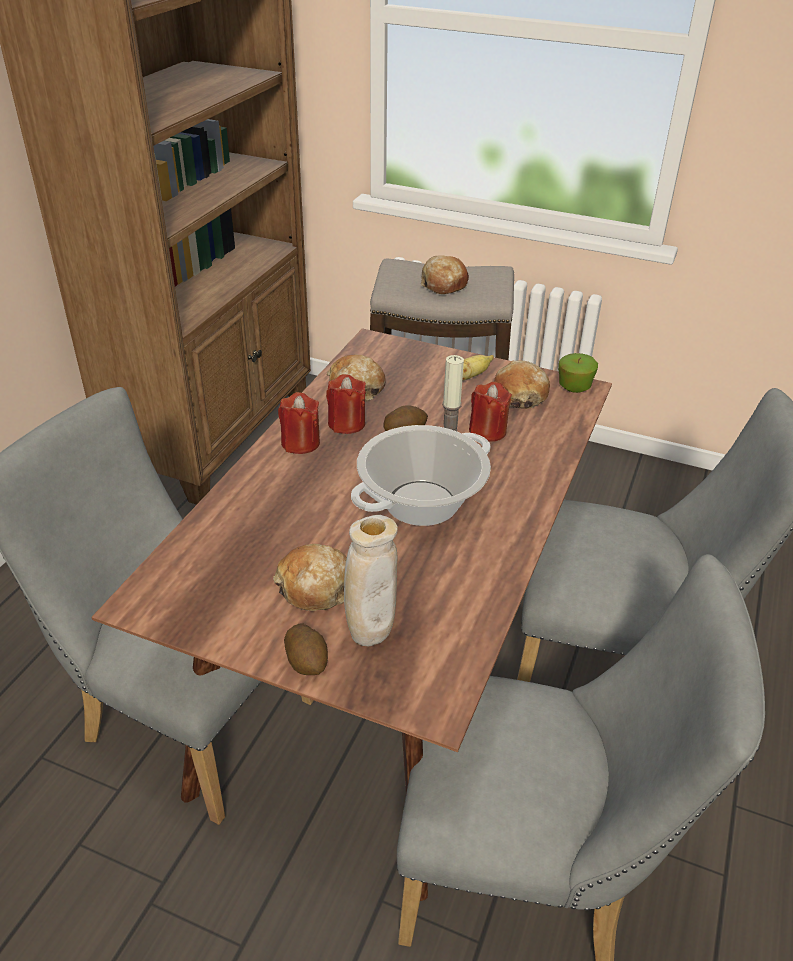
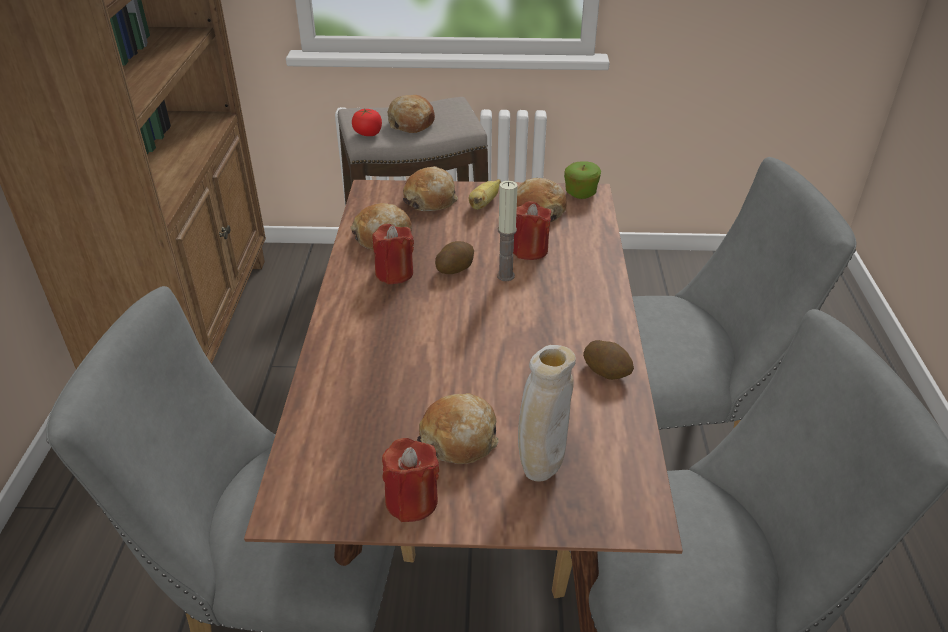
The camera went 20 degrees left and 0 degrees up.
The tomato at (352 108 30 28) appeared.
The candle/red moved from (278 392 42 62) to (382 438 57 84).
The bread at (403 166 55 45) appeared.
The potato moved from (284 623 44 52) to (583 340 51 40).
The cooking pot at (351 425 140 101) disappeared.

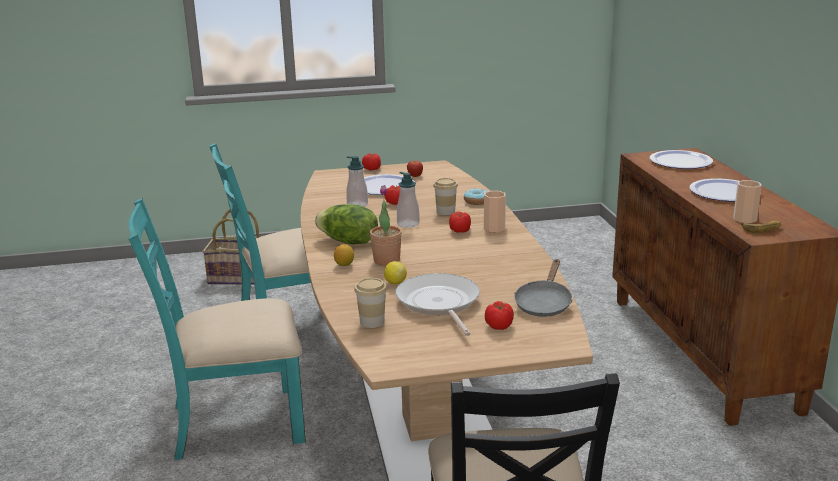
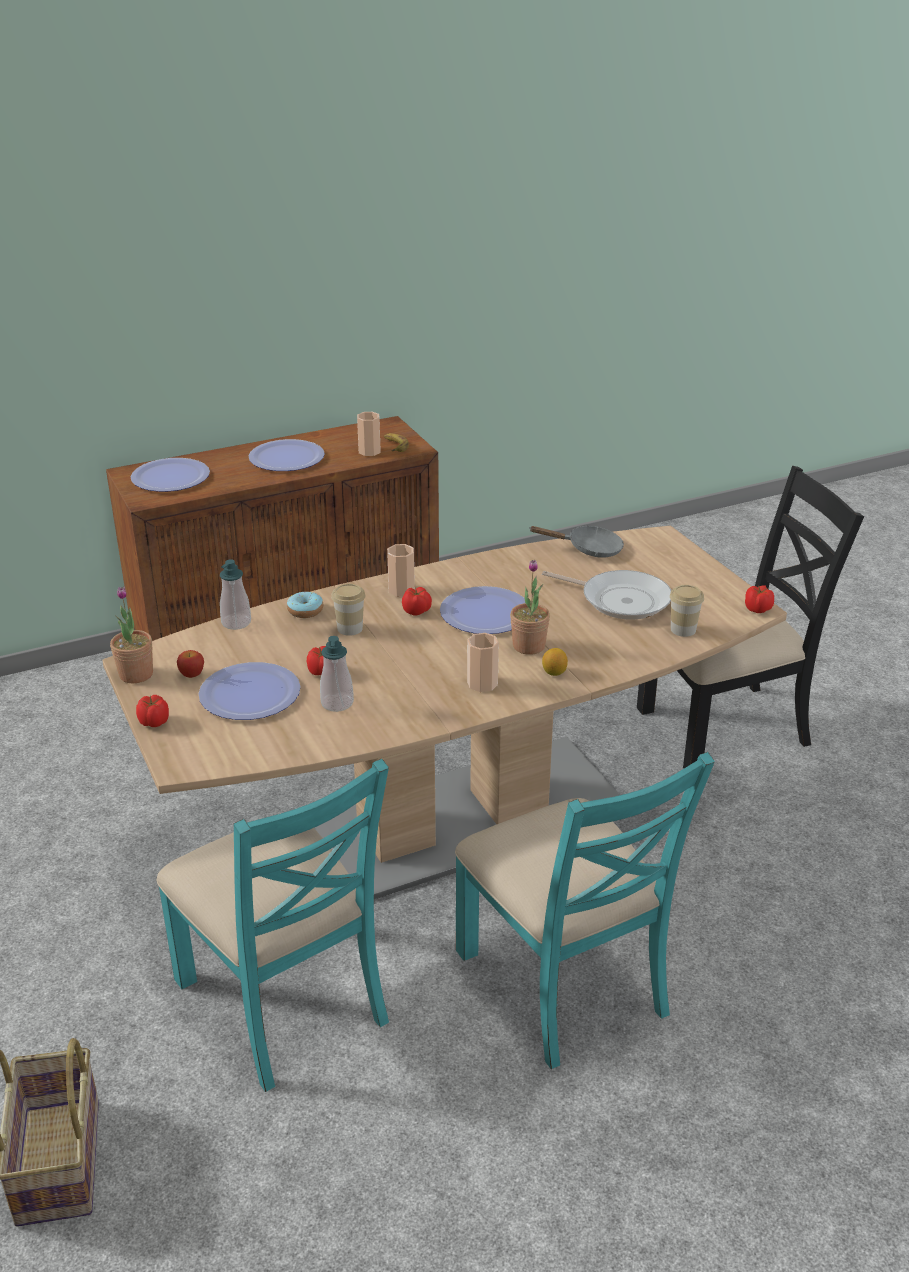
The camera went 105 degrees left and 10 degrees up.
The potted plant at (110 587 43 96) appeared.
The soap dispenser moved from (397 172 23 56) to (220 559 31 71).
The plate at (440 586 85 48) appeared.
The lettuce at (315 204 63 40) was replaced by the cup at (467 633 32 59).
The frying pan at (396 273 84 63) turned 120 degrees counterclockwise.
The tomato moved from (485 301 29 29) to (745 585 29 28).
The lemon at (384 261 23 23) disappeared.

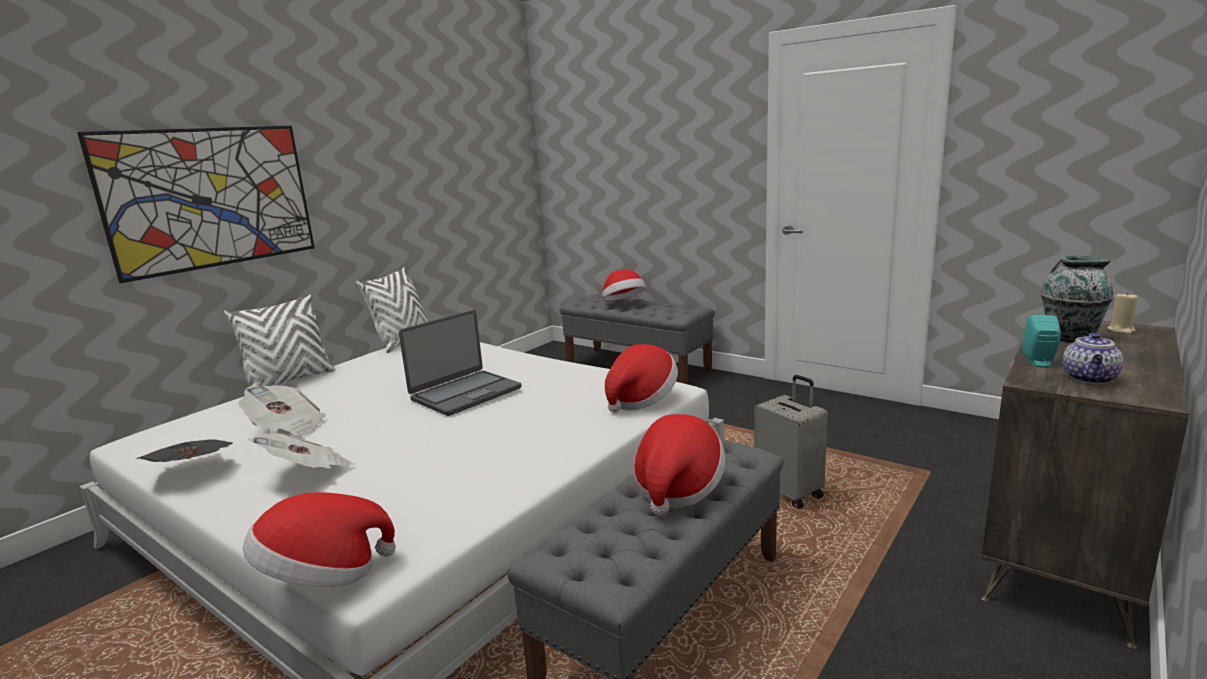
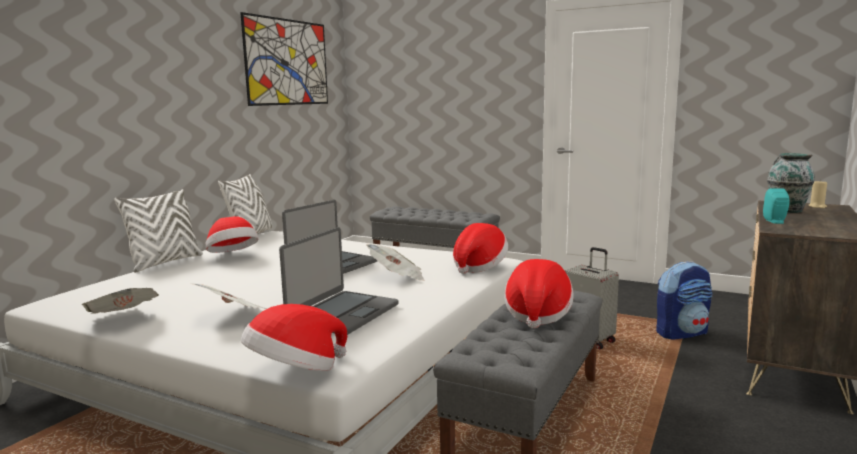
The camera went 10 degrees left and 5 degrees down.
The hat moved from (602 269 44 32) to (206 216 52 37).
The picture moved from (77 126 238 157) to (240 12 88 94).
The laptop at (279 227 120 108) appeared.
The newspaper moved from (238 385 87 52) to (366 244 59 37).
The backpack at (656 261 57 78) appeared.
The teapot at (1063 333 60 51) disappeared.

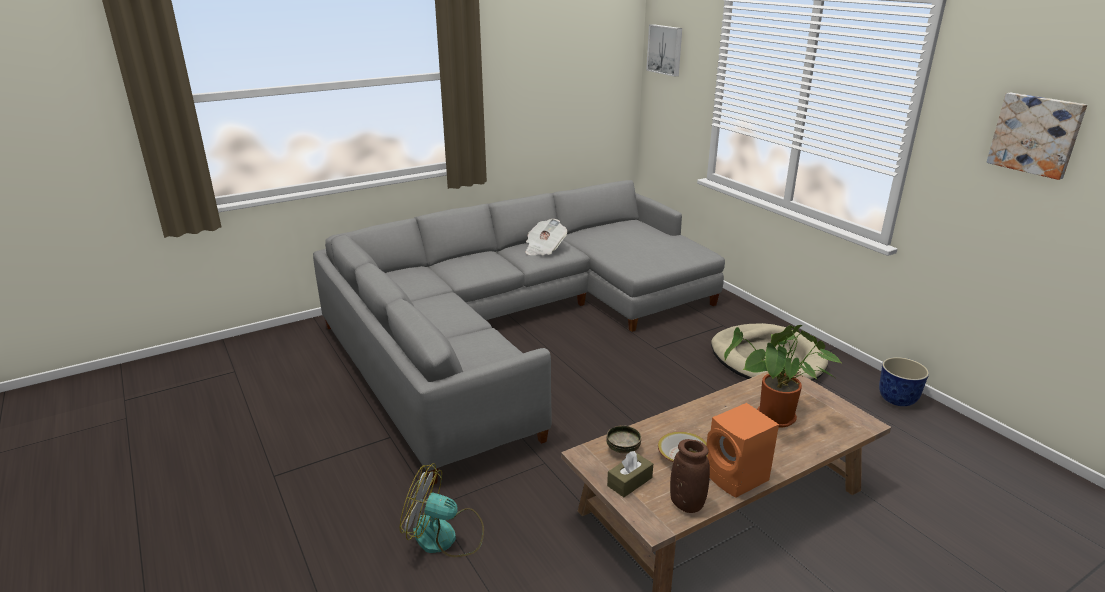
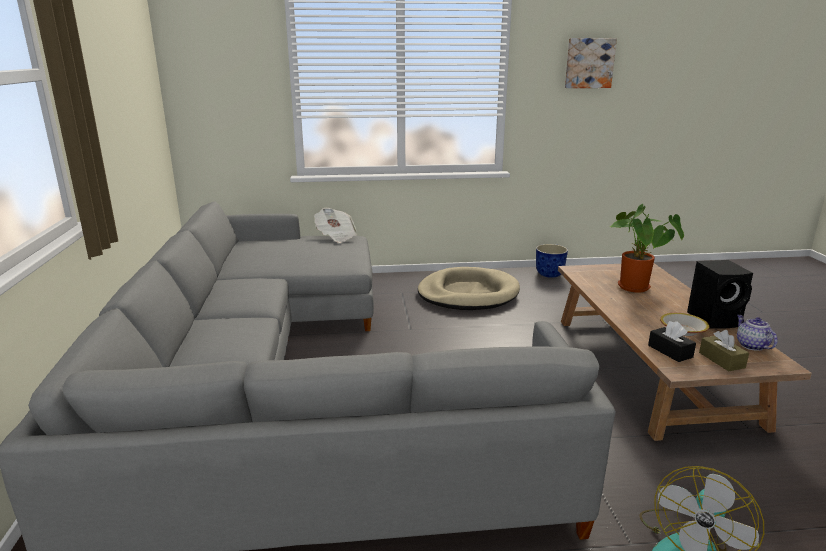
The camera went 65 degrees left and 5 degrees down.
The newspaper moved from (526 219 41 36) to (314 208 43 35).
The bowl at (606 425 35 29) was replaced by the tissue box/black at (648 321 48 41).
The speaker/orange at (706 403 73 95) became the speaker/black at (687 260 66 69).
The vase/brown at (670 439 40 74) was replaced by the teapot at (737 315 41 36).
The picture at (646 24 36 53) disappeared.

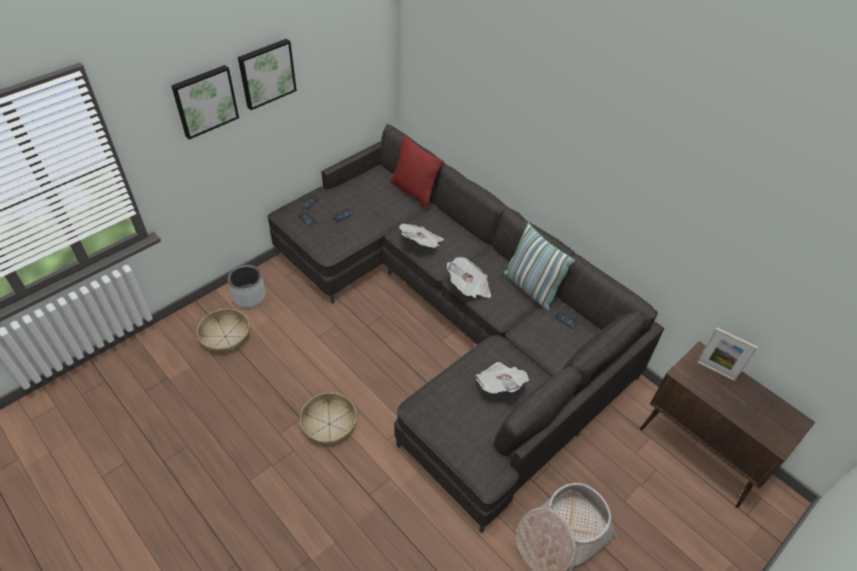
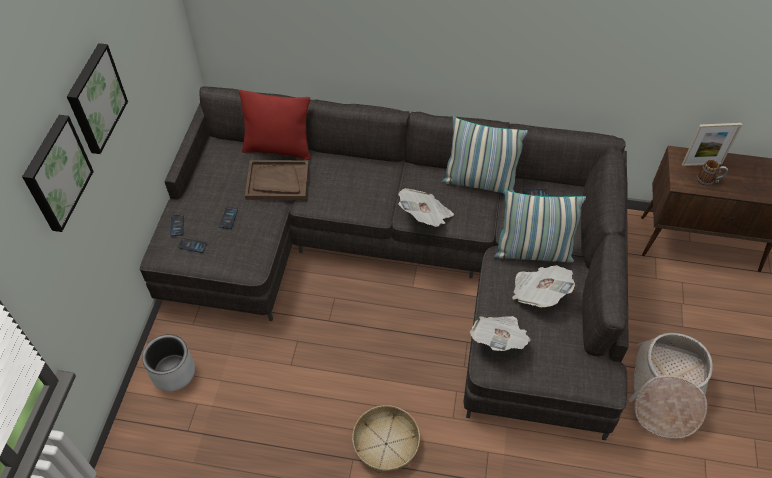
The camera went 35 degrees left and 5 degrees up.
The tray/brown at (245 160 64 40) appeared.
The newspaper moved from (399 224 45 24) to (470 316 61 35).
The pillow at (494 190 92 73) appeared.
The mug at (697 159 31 27) appeared.
The basket at (197 309 52 44) disappeared.

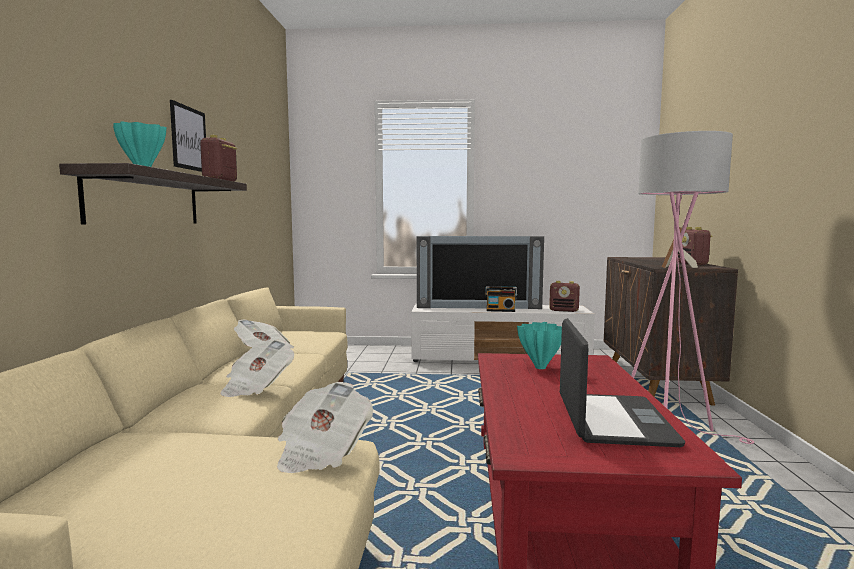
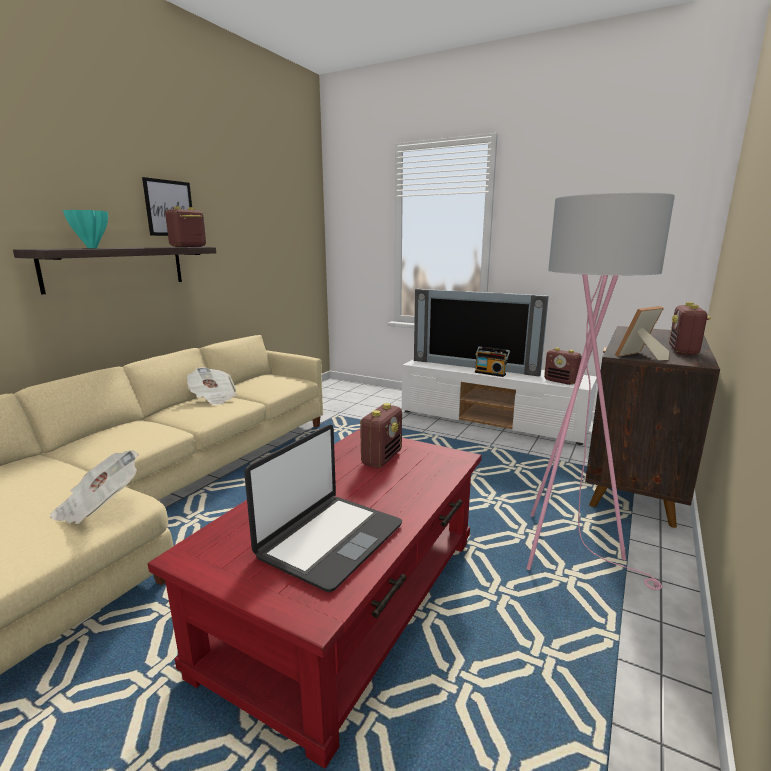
The camera went 25 degrees right and 10 degrees up.
The vase/turquoise at (517 322 45 47) was replaced by the radio at (360 403 42 65).
The newspaper at (220 340 74 57) disappeared.

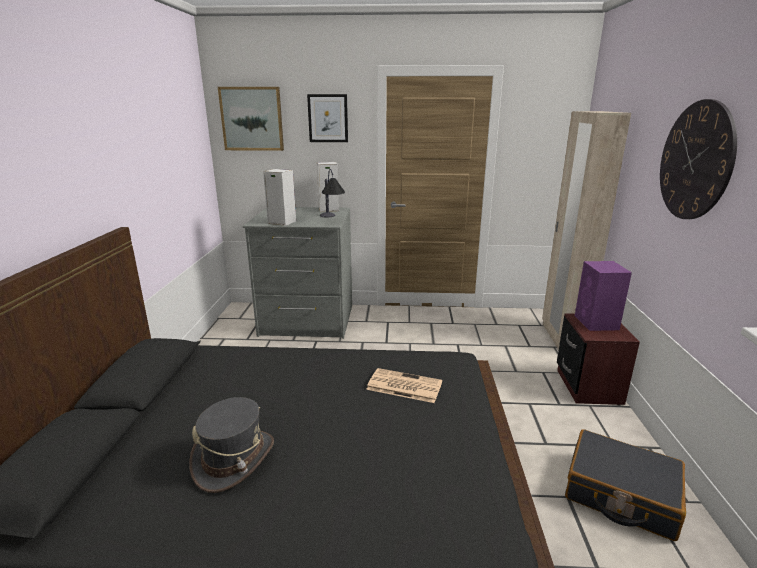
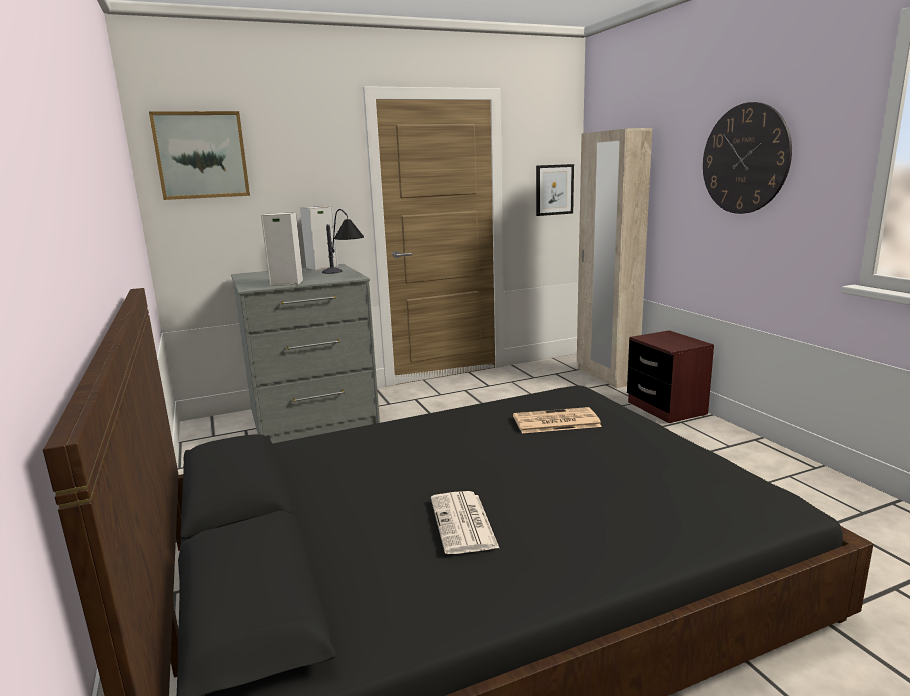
The camera went 25 degrees left and 5 degrees down.
The hat/grey at (189 397 85 96) was replaced by the newspaper at (431 491 68 63).
The picture moved from (307 94 41 48) to (536 164 38 52).
The suitcase/black at (565 429 121 112) disappeared.
The speaker/purple at (575 261 57 70) disappeared.

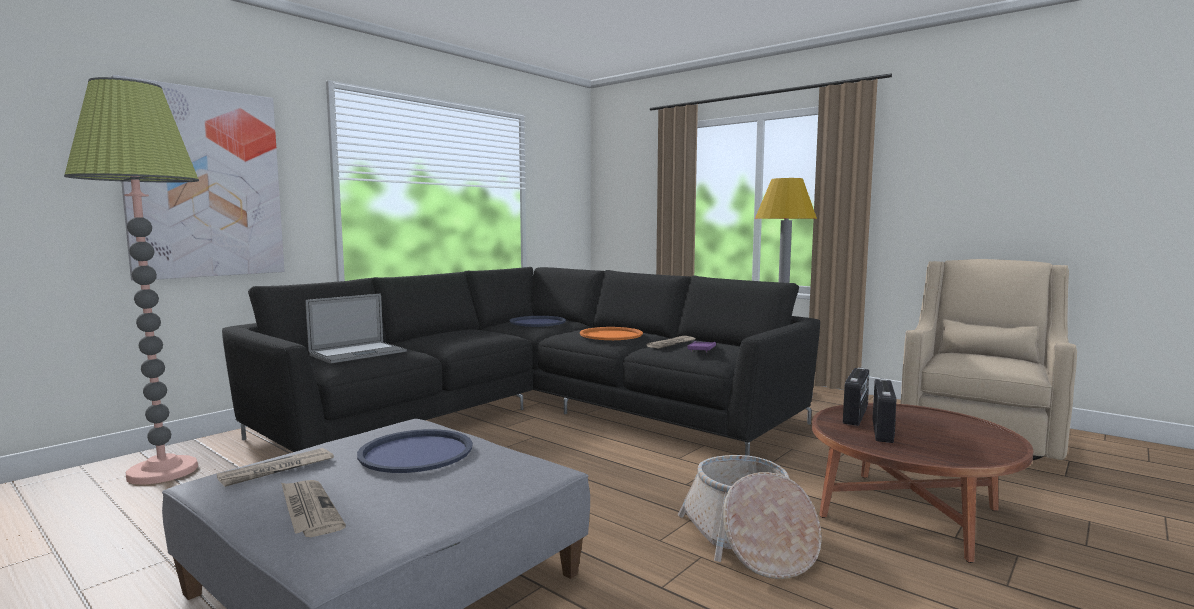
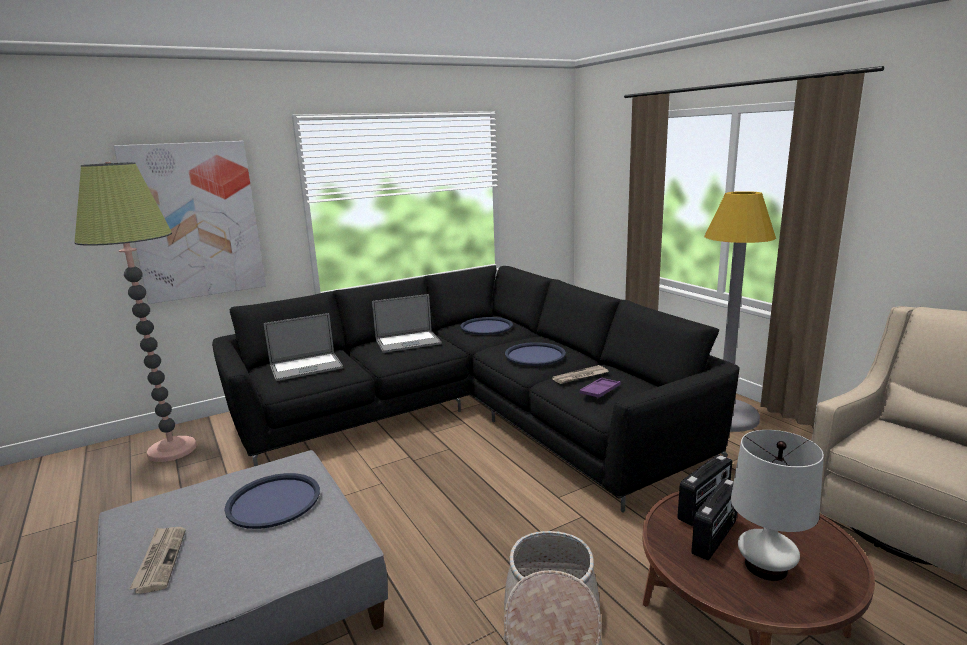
The camera went 20 degrees right and 10 degrees up.
The laptop at (372 294 70 59) appeared.
The tray/orange at (580 327 63 13) became the tray/blue at (505 342 61 24).
The table lamp/white at (731 430 93 151) appeared.
The newspaper at (217 448 117 39) disappeared.

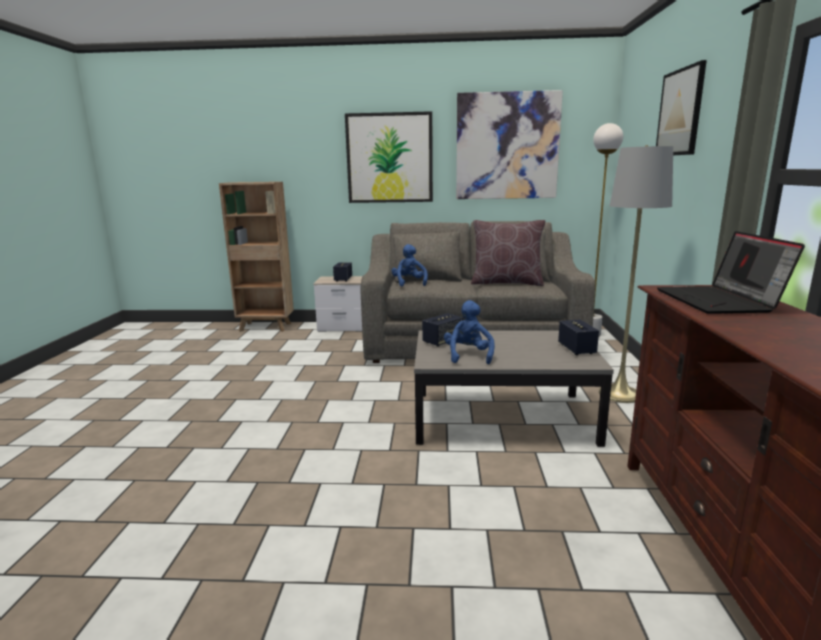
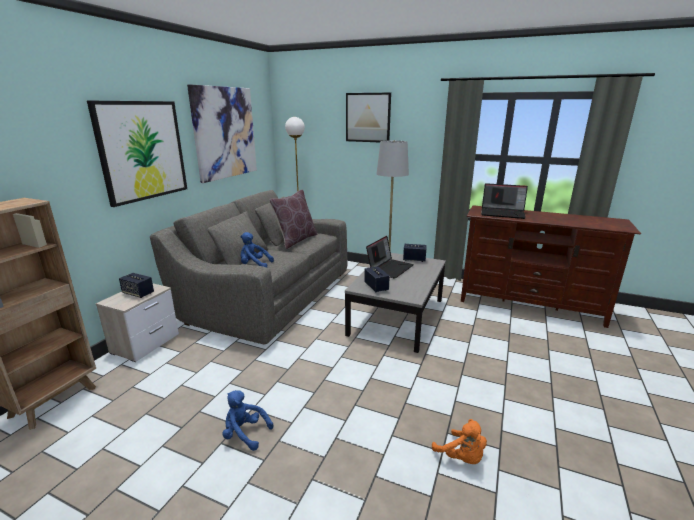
The camera went 70 degrees left and 5 degrees up.
The plush toy/blue moved from (444 300 51 64) to (222 390 51 61).
The laptop at (366 236 48 43) appeared.
The plush toy/orange at (432 419 55 45) appeared.

